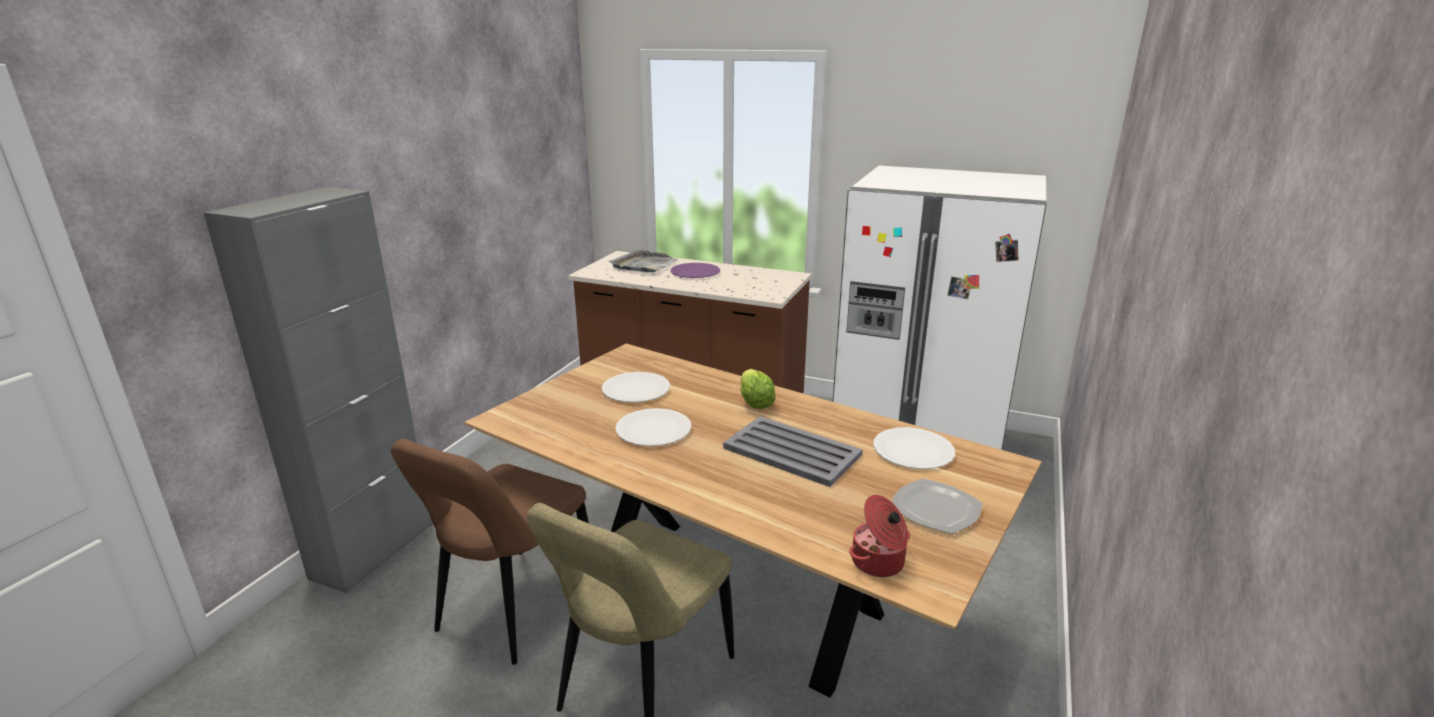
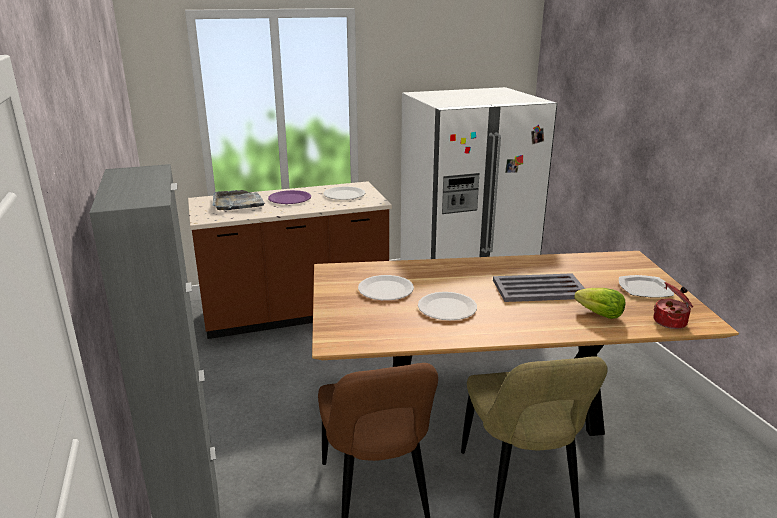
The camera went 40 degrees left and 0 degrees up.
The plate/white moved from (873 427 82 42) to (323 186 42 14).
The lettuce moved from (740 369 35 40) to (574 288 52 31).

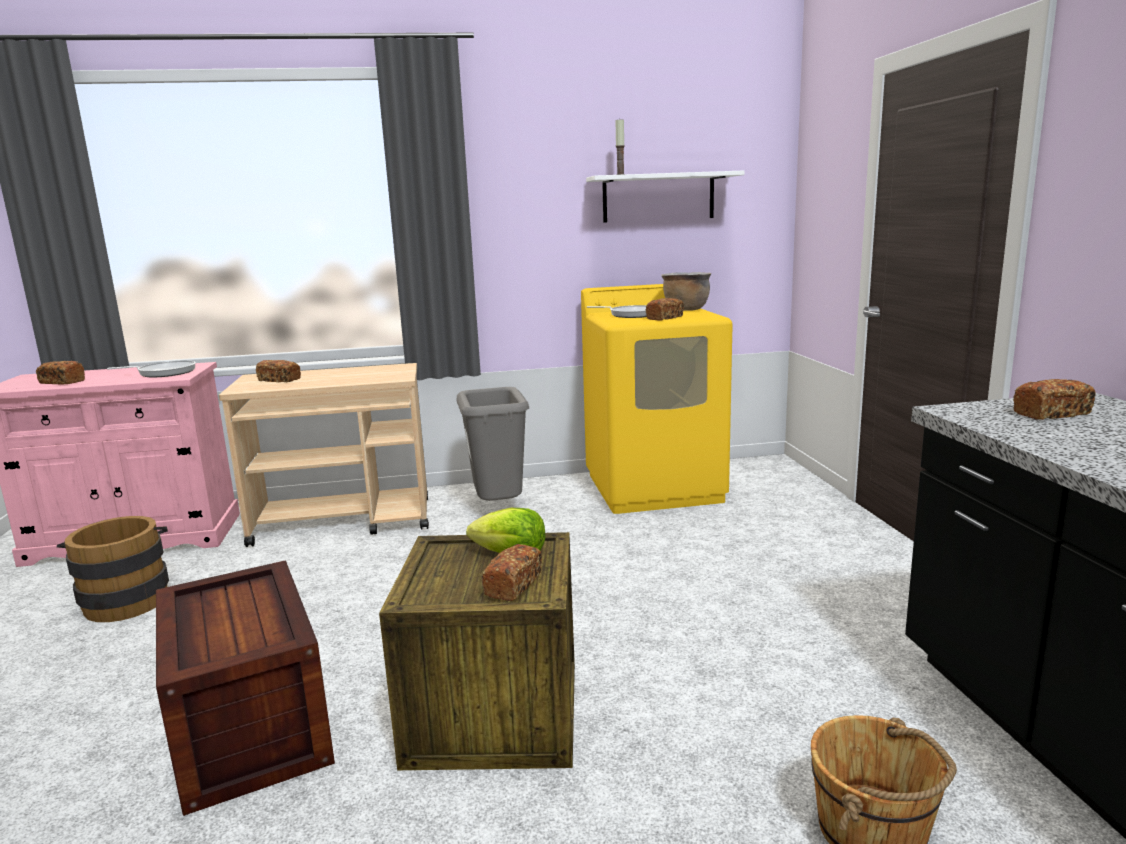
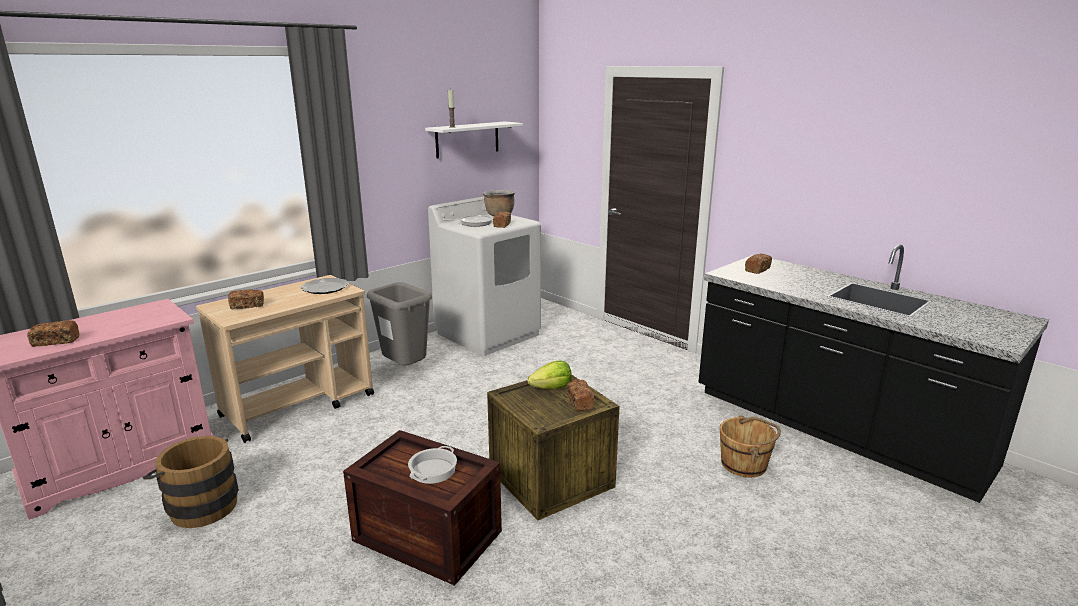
The camera went 35 degrees left and 5 degrees up.
The plate at (301 278 48 16) appeared.
The cooking pot at (408 446 49 38) appeared.
The washing machine/yellow at (581 284 152 230) became the washing machine/white at (428 196 113 160).
The frying pan at (107 360 89 17) disappeared.

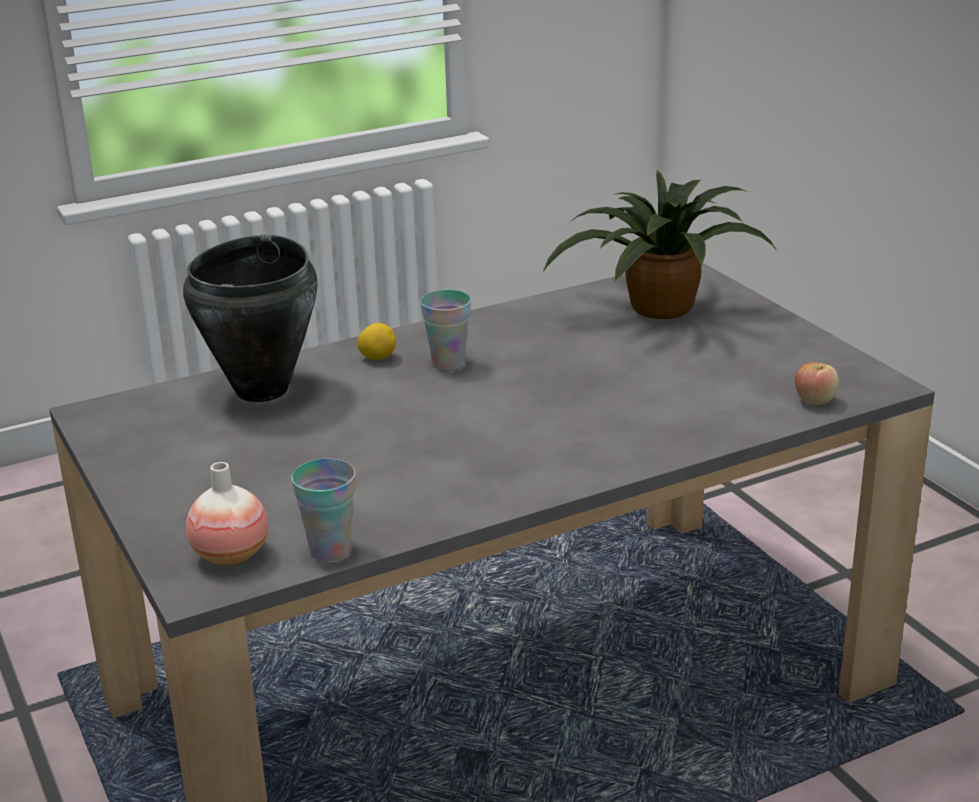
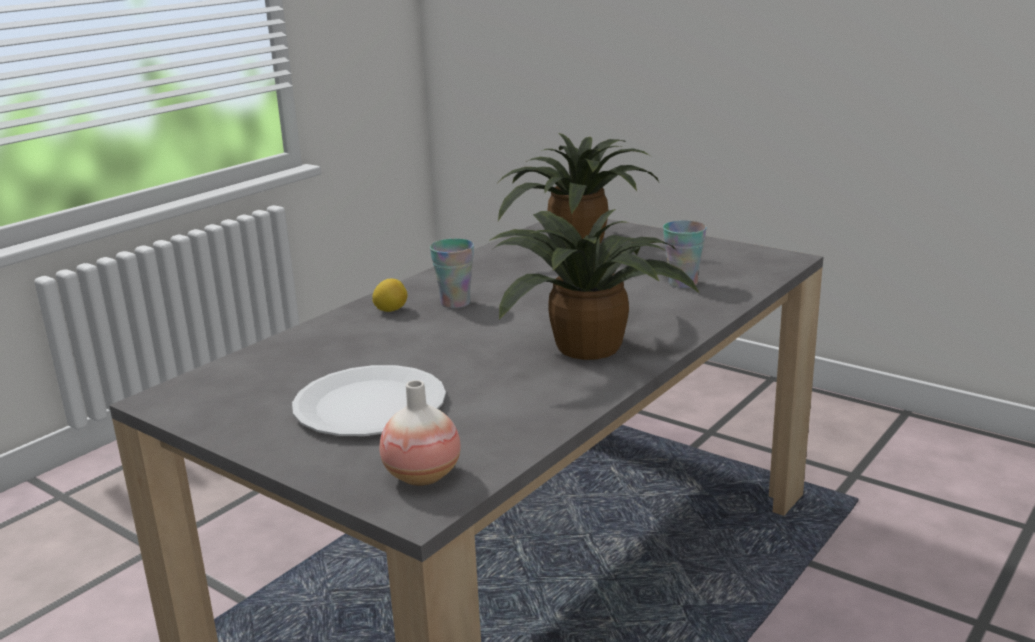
The camera went 25 degrees left and 5 degrees down.
The plate/white at (292 365 154 71) appeared.
The potted plant at (489 209 211 151) appeared.
The cup moved from (291 459 65 102) to (663 220 44 68).
The cooking pot/black at (183 235 135 167) disappeared.
The apple at (795 362 44 43) disappeared.

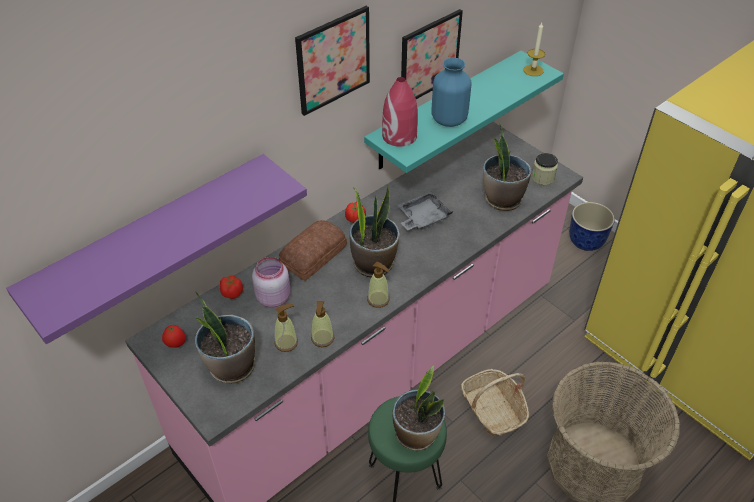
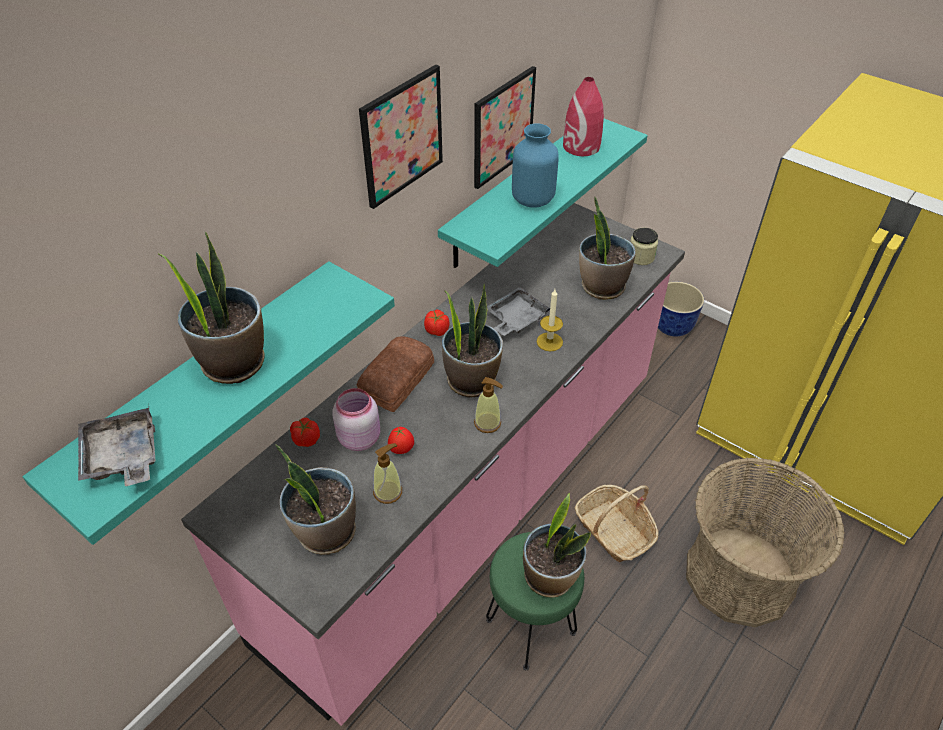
The camera went 10 degrees left and 0 degrees up.
The shelf/purple at (6 154 301 190) became the shelf/turquoise at (23 261 372 284).
The tray/grey at (78 408 78 78) appeared.
The potted plant at (159 232 105 152) appeared.
The tomato moved from (162 325 24 23) to (388 427 26 27).
The candle moved from (523 23 22 53) to (537 289 26 62).
The vase/red moved from (382 77 36 70) to (563 77 41 79).
The soap dispenser at (311 301 23 46) disappeared.

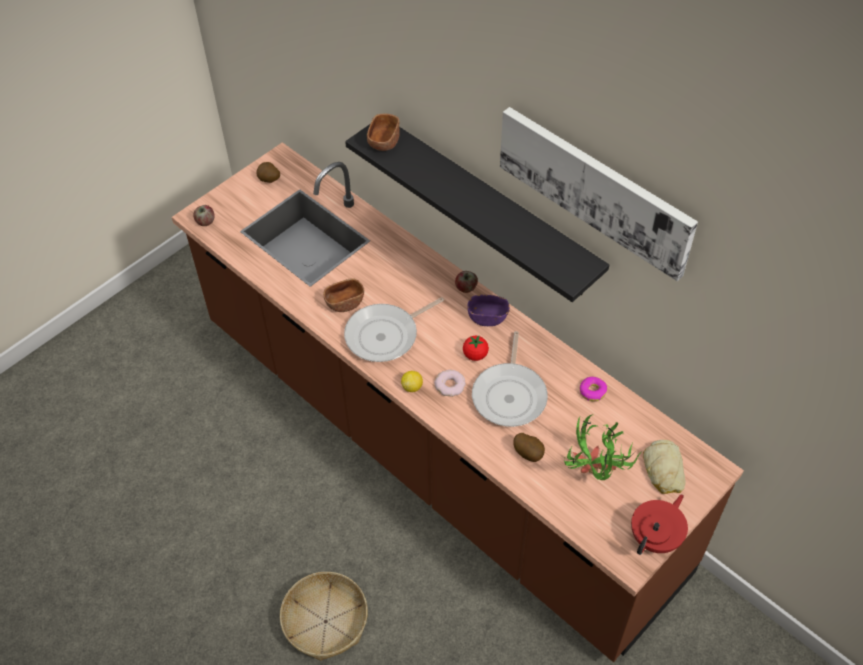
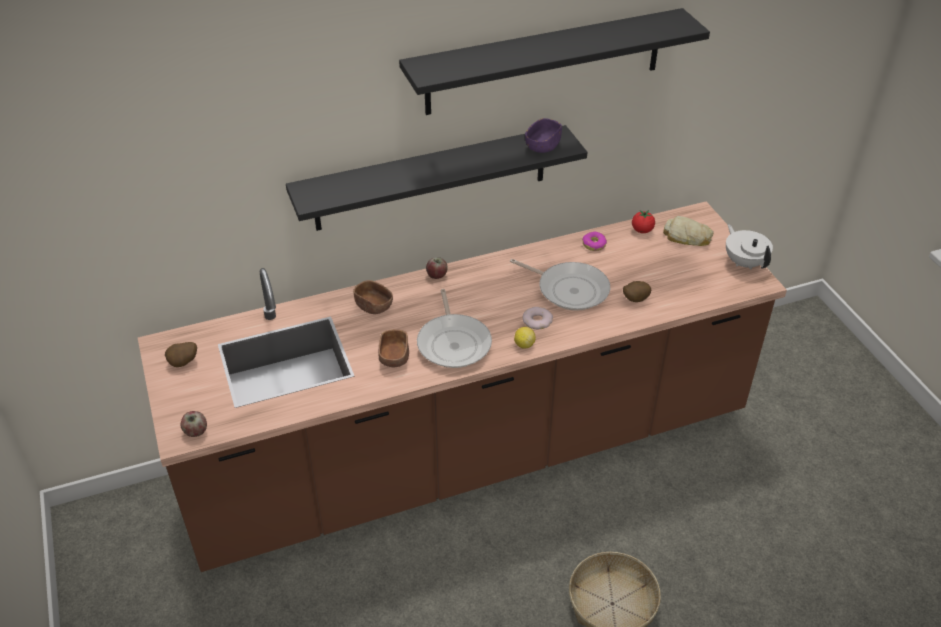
The camera went 65 degrees left and 10 degrees down.
The bowl/brown moved from (367 114 32 37) to (353 280 40 34).
The picture at (500 107 198 174) was replaced by the shelf/black at (399 8 311 107).
The bowl/purple moved from (467 295 42 31) to (525 118 37 35).
The tomato moved from (463 336 26 25) to (632 210 23 23).
The teapot/red at (631 494 57 61) became the teapot/white at (726 224 47 45).
The potted plant at (564 414 77 66) disappeared.

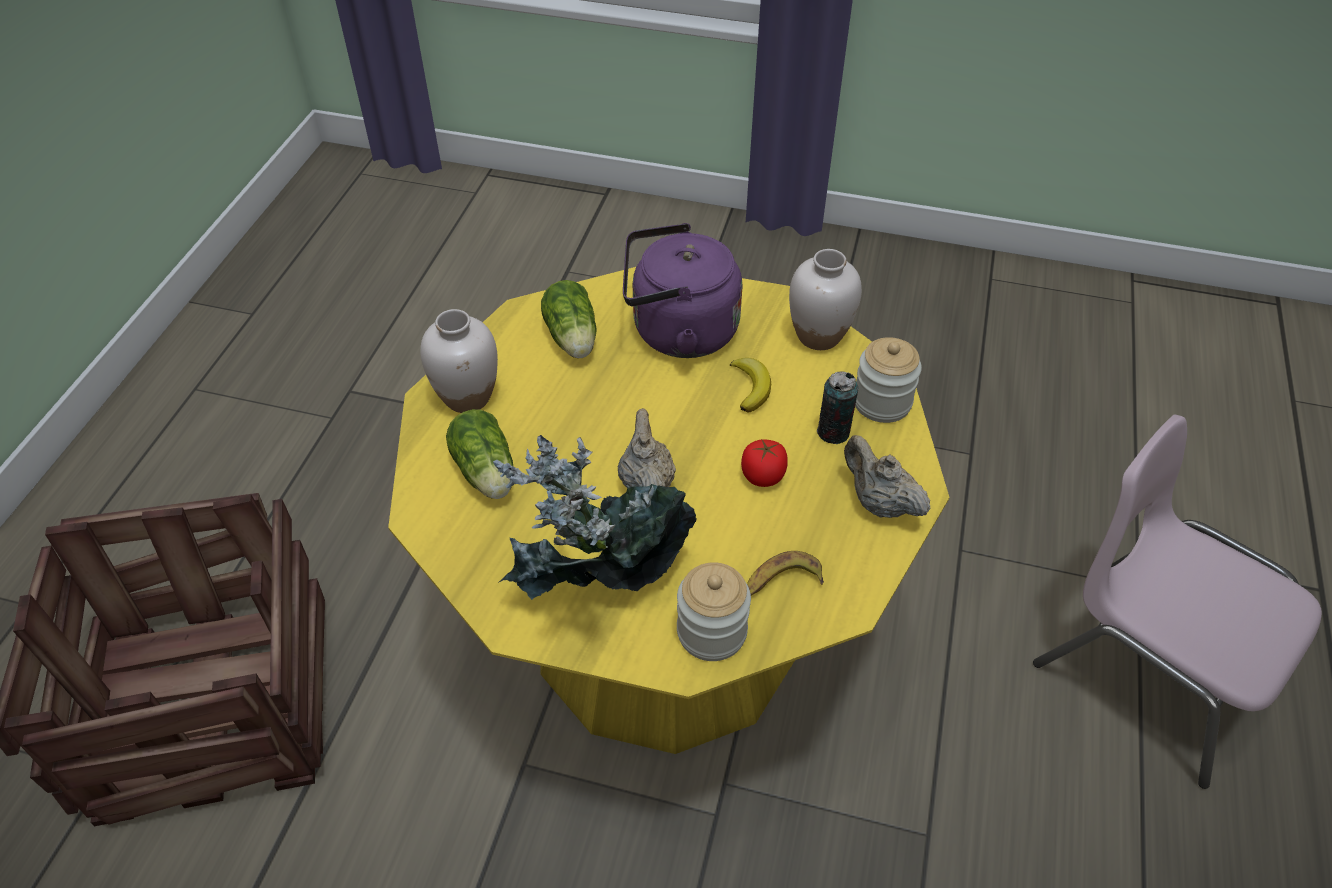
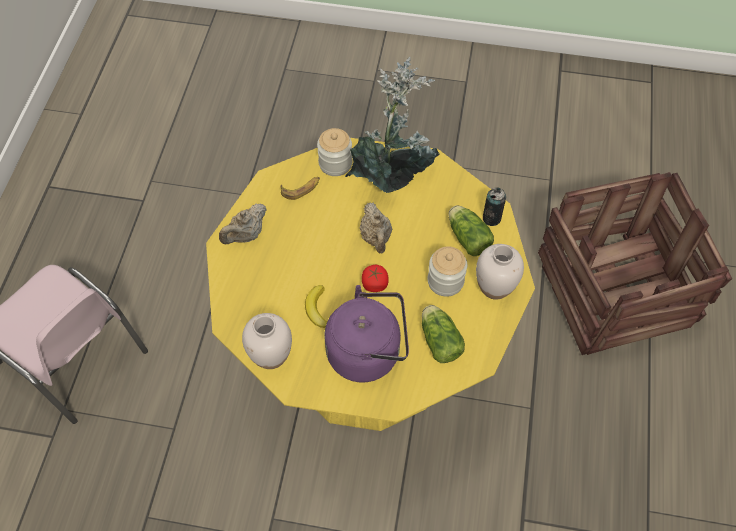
The camera went 175 degrees right and 10 degrees up.
The teapot/beige at (844 435 87 83) turned 90 degrees clockwise.
The tomato moved from (741 439 47 48) to (362 265 27 27).
The jar moved from (855 337 67 86) to (427 246 40 51).
The can moved from (817 372 41 72) to (483 187 23 39).

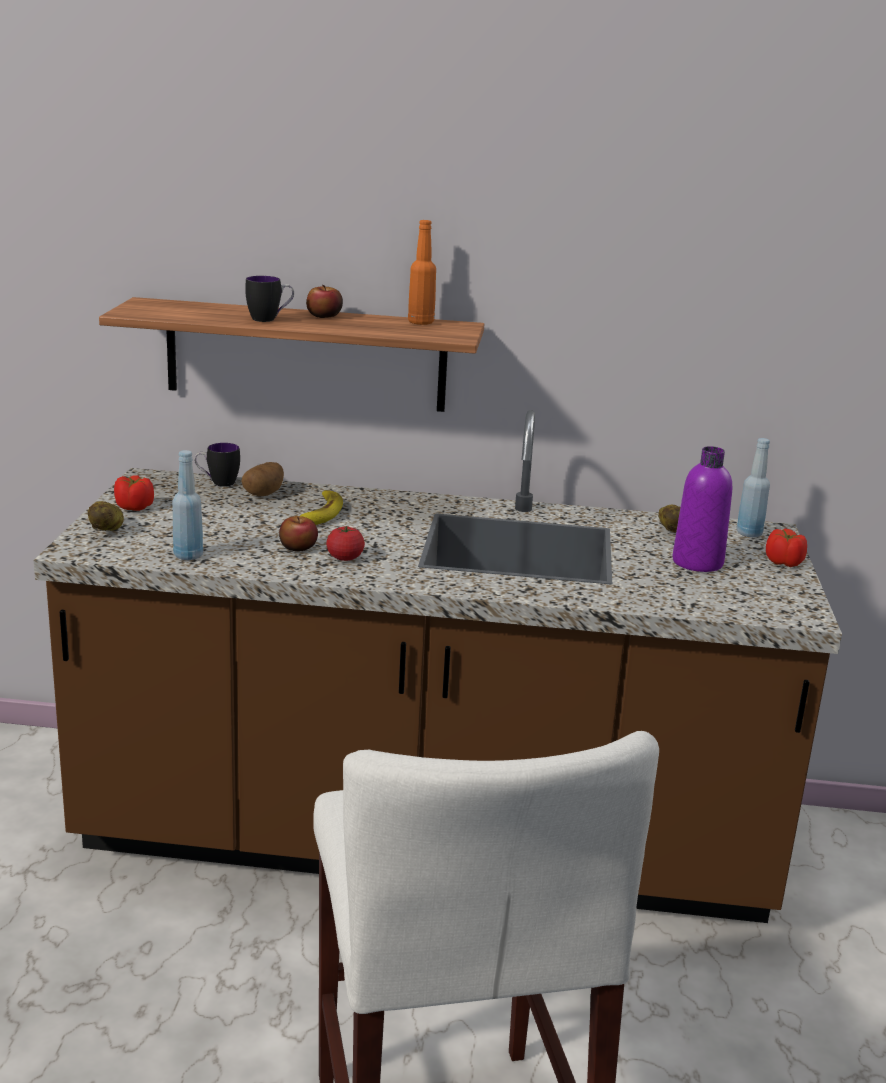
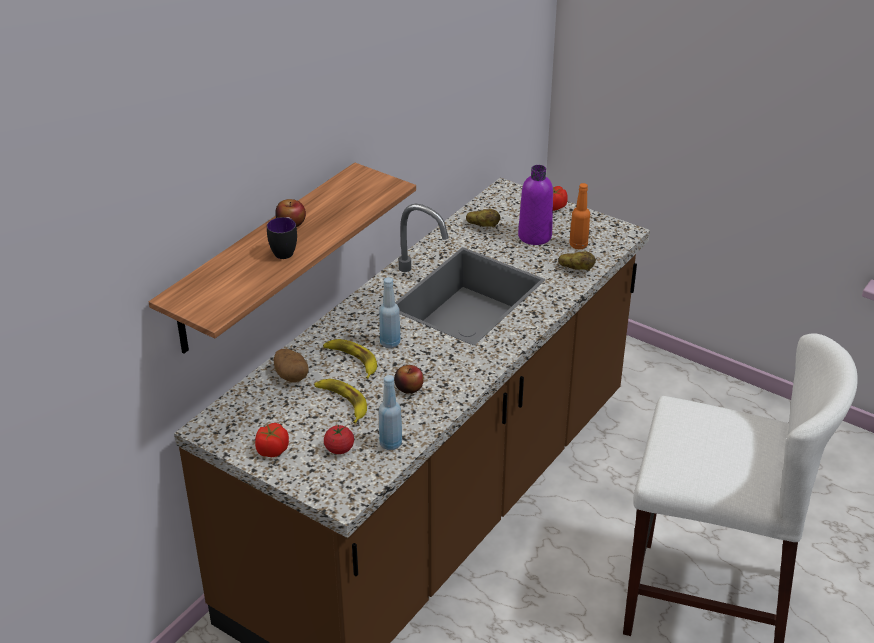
The camera went 60 degrees left and 15 degrees up.
The banana at (314 379 53 45) appeared.
The tomato moved from (326 526 39 35) to (324 424 30 30).
The bottle/blue moved from (736 438 34 99) to (379 277 22 71).
The potato moved from (88 501 36 30) to (558 251 38 20).
The bottle/orange moved from (408 220 28 105) to (569 183 21 66).
The mug at (194 443 46 44) disappeared.

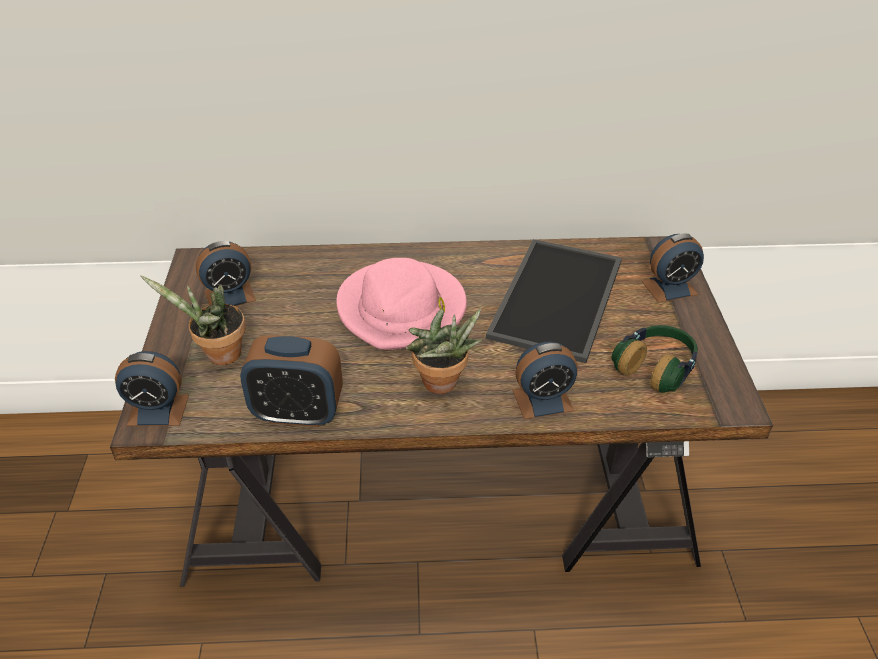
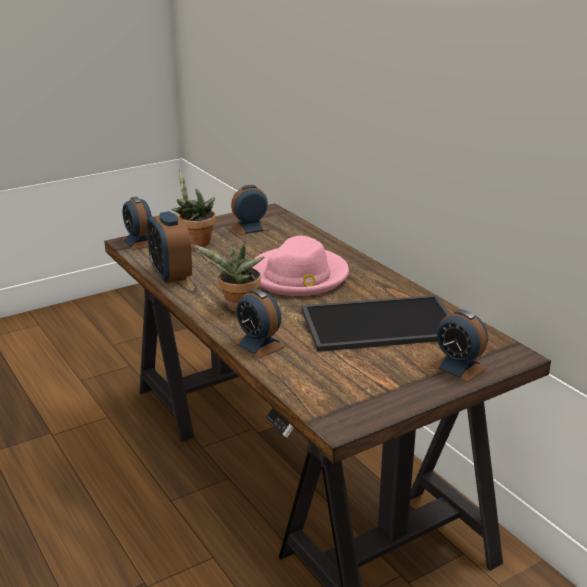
The camera went 60 degrees right and 15 degrees down.
The alarm clock at (196 241 60 65) turned 120 degrees clockwise.
The headphones at (611 325 87 68) disappeared.

